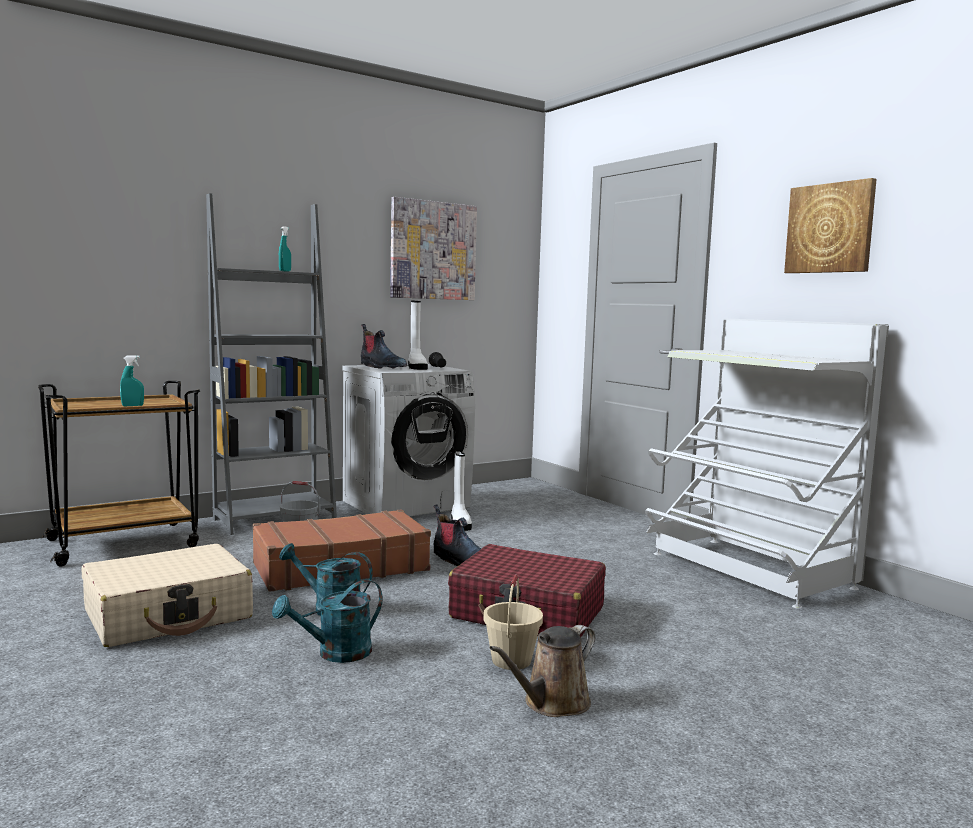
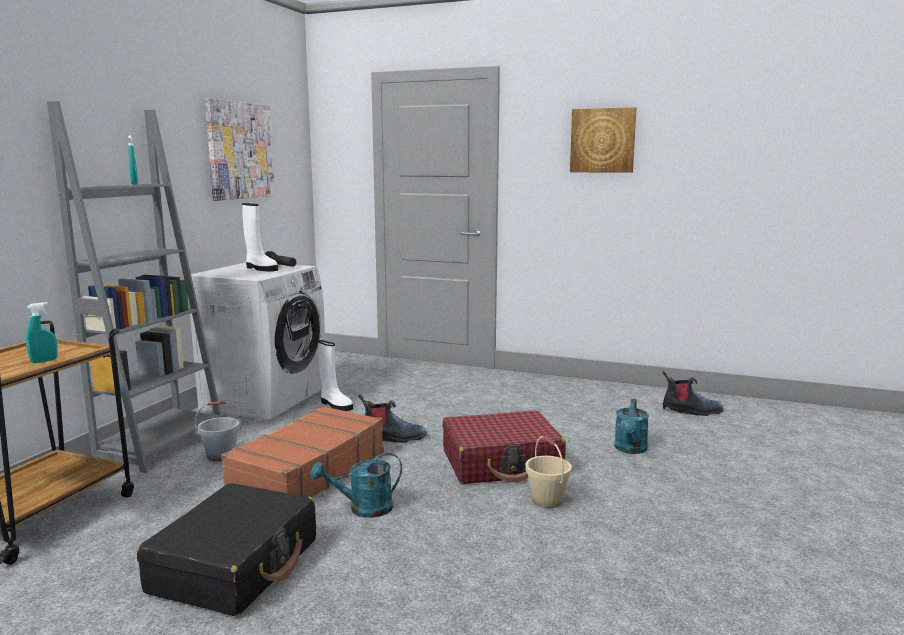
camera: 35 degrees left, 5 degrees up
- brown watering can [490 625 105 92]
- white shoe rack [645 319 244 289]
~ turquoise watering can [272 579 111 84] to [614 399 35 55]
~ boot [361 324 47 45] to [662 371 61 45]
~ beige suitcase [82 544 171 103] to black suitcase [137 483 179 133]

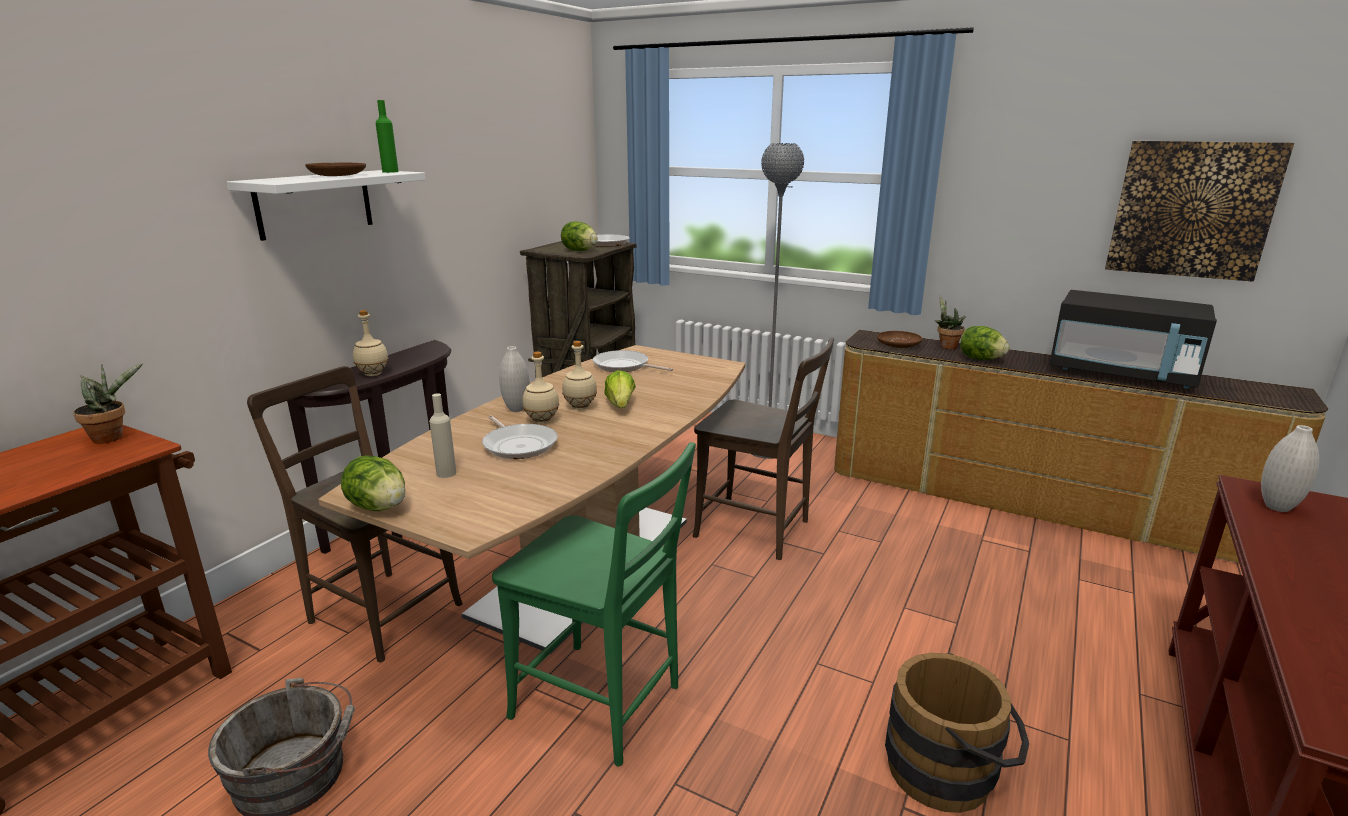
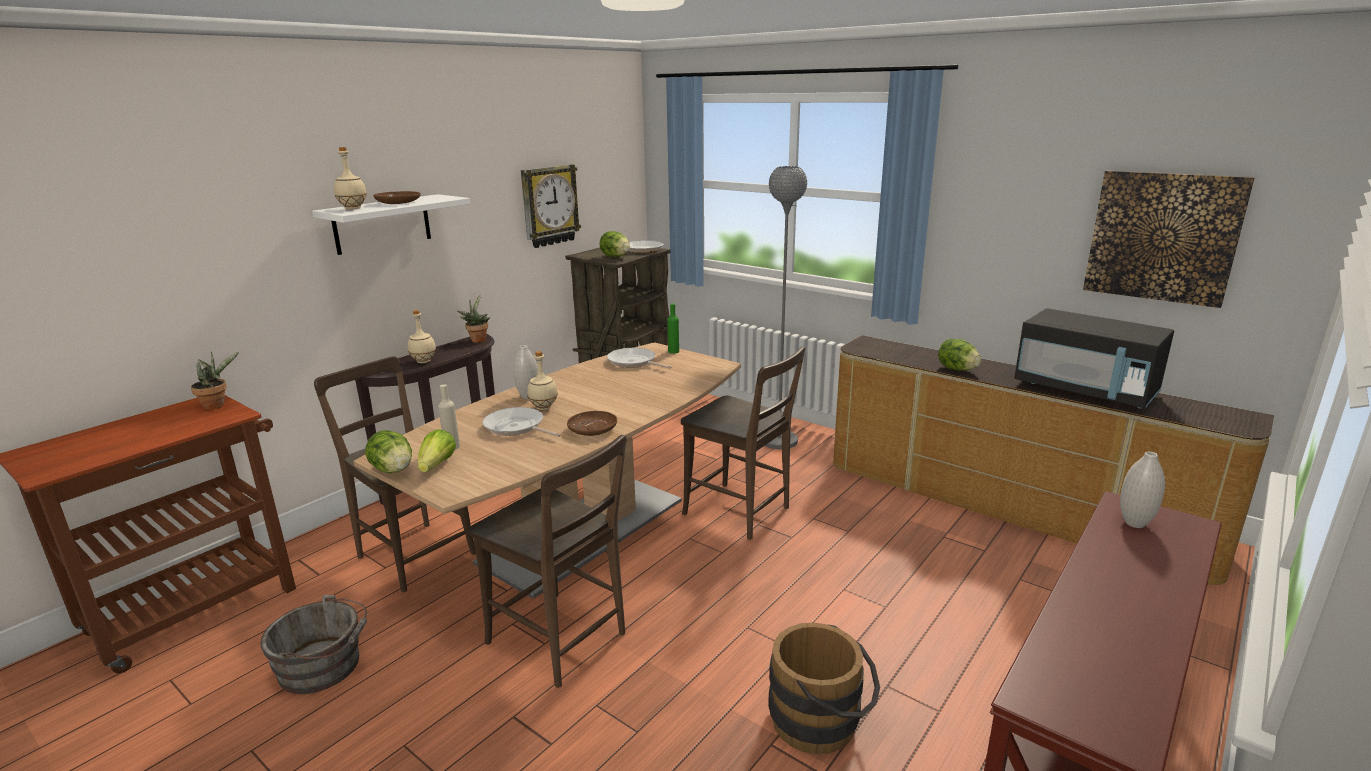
camera: 10 degrees right, 0 degrees up
+ wall clock [521 164 60 84]
~ green bottle [376 100 23 73] to [667 304 12 50]
~ beige bottle [562 341 35 69] to [334 147 33 63]
~ lettuce [604 370 32 38] to [418 429 38 43]
~ brown plate [877 331 45 17] to [567 411 50 25]
~ potted plant [935 295 31 54] to [458 295 32 48]
~ green chair [492 442 204 325] to brown chair [469 435 158 253]
~ frying pan [482 415 76 44] = [483 407 78 30] 150 degrees clockwise

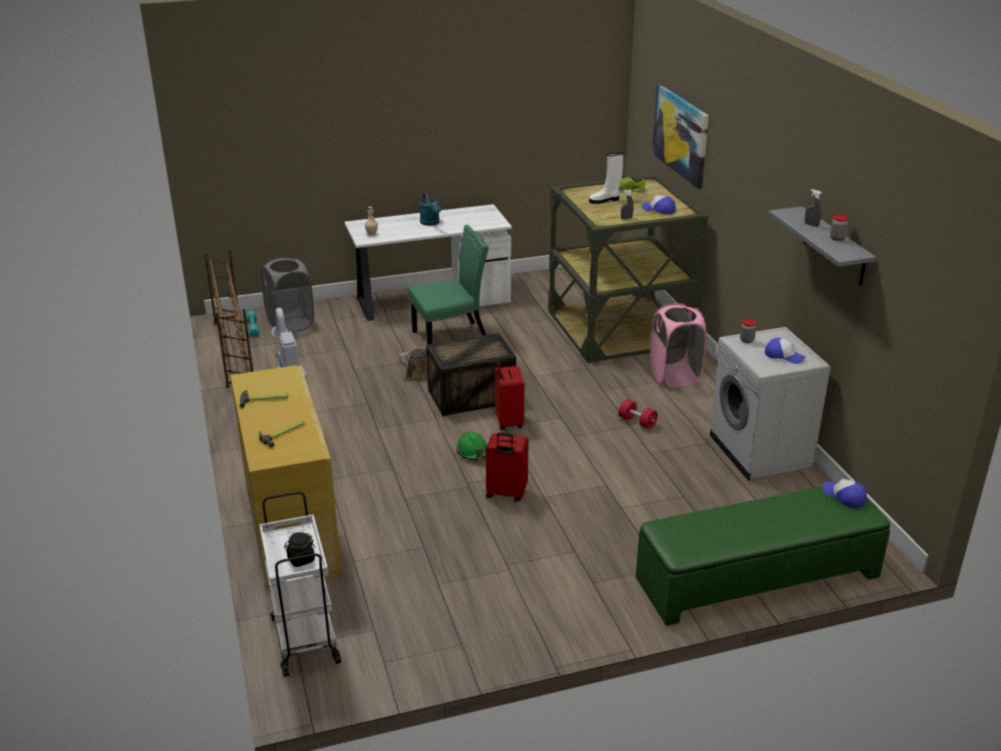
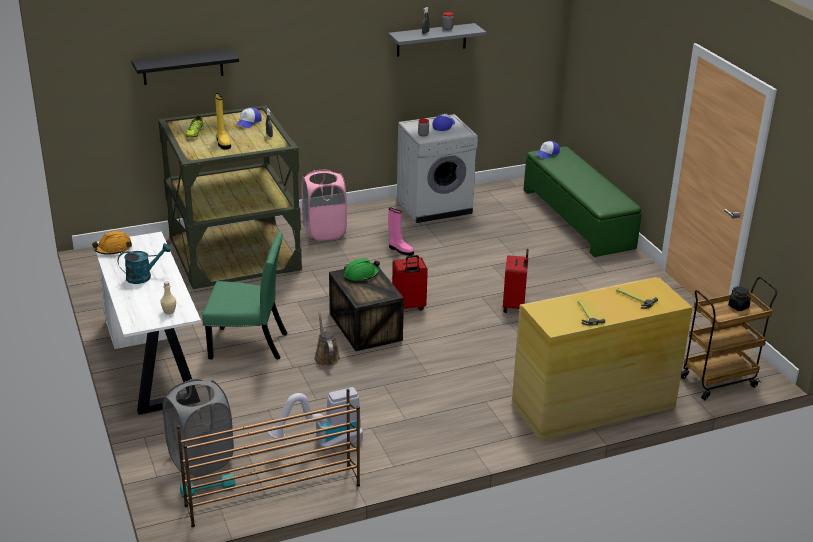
camera: 95 degrees left, 0 degrees up
+ orange hard hat [92 231 40 24]
~ green hard hat [456 432 31 28] to [344 258 36 24]
~ red dumbbell [618 399 40 30] to pink boot [388 208 26 48]
~ picture [652 84 57 105] to black shelf [131 49 108 36]
~ white cart [259 491 82 186] to brown cart [681 277 96 123]
~ white boot [589 152 34 52] to yellow boot [215 93 16 57]
~ green chair [408 225 81 120] = [202 232 85 128] 120 degrees clockwise

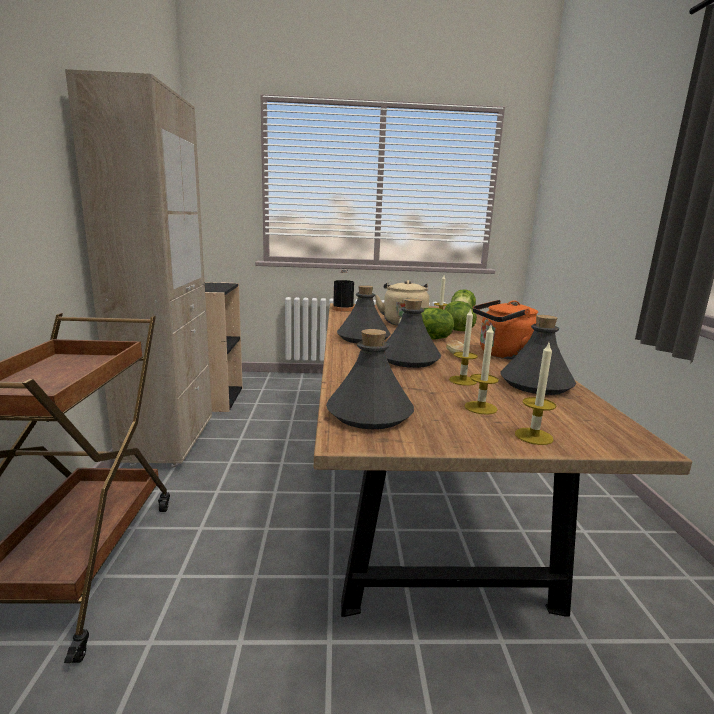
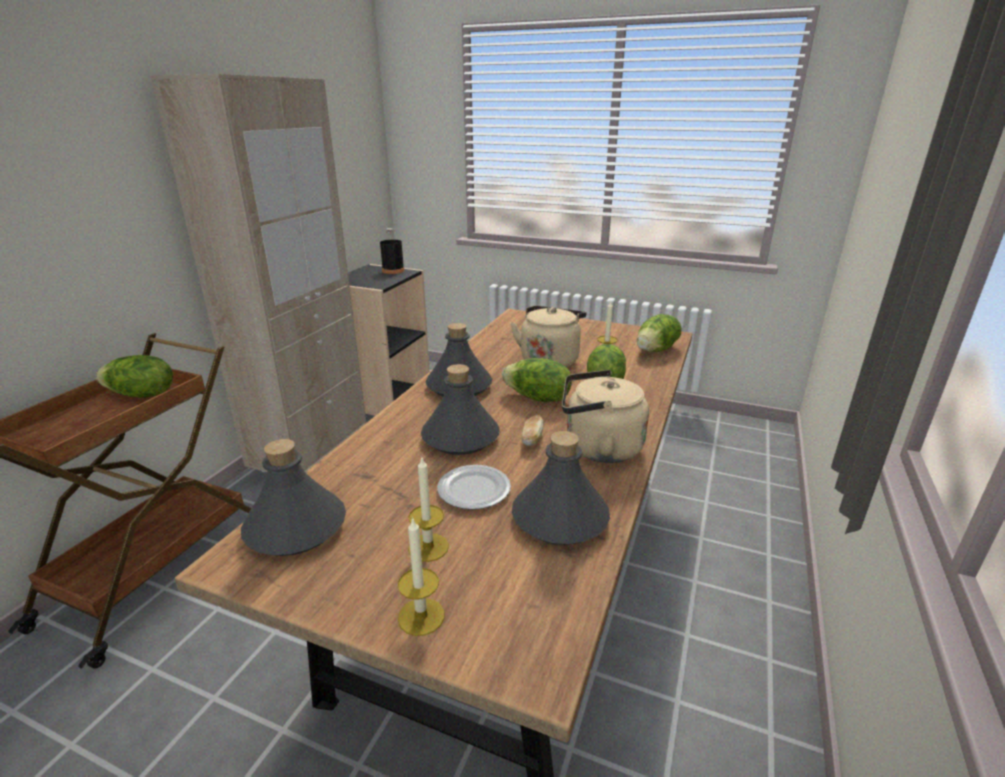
camera: 25 degrees right, 10 degrees up
+ lettuce [96 355 77 43]
~ black bottle [333 269 21 43] to [380 228 24 46]
~ candle [449 308 29 78] to plate [437 465 74 45]
~ orange kettle [473 300 65 60] to beige kettle [562 370 87 93]

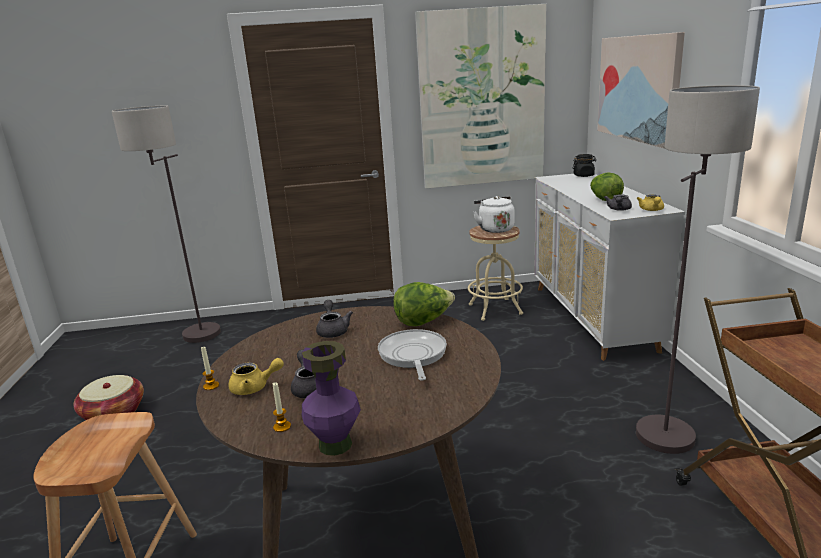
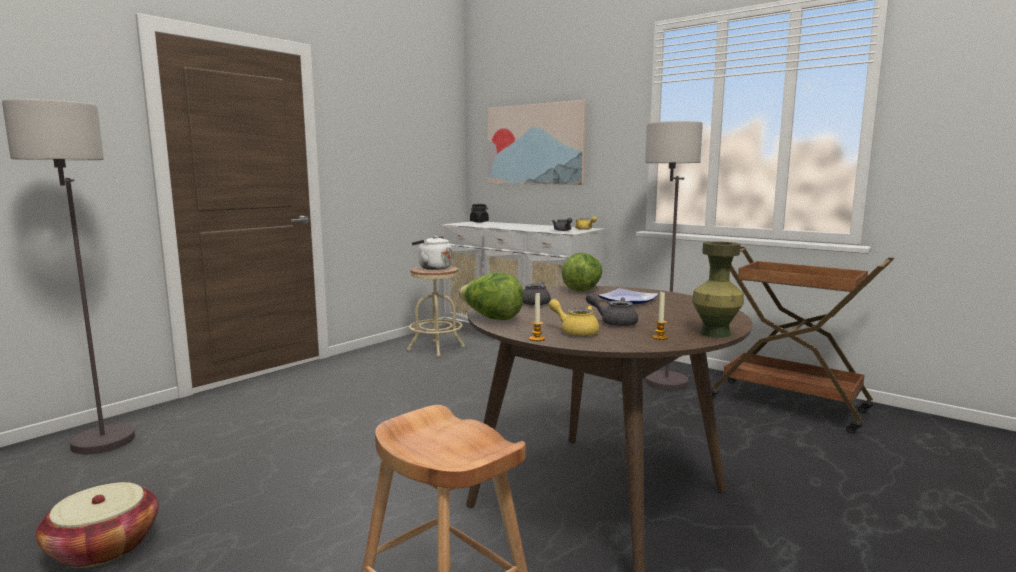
camera: 45 degrees left, 10 degrees down
- picture [415 4 131 185]
~ lettuce [590 173 34 28] to [459 272 65 48]
~ frying pan [378 329 69 52] to plate [598 288 61 16]
~ purple vase [302 341 59 115] to green vase [692 241 52 97]
~ yellow teapot [228 358 56 37] = [548 299 51 37] 90 degrees counterclockwise

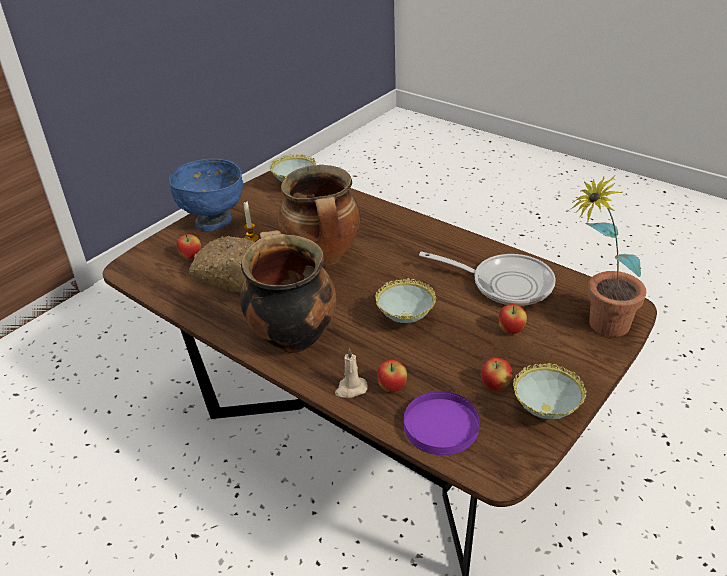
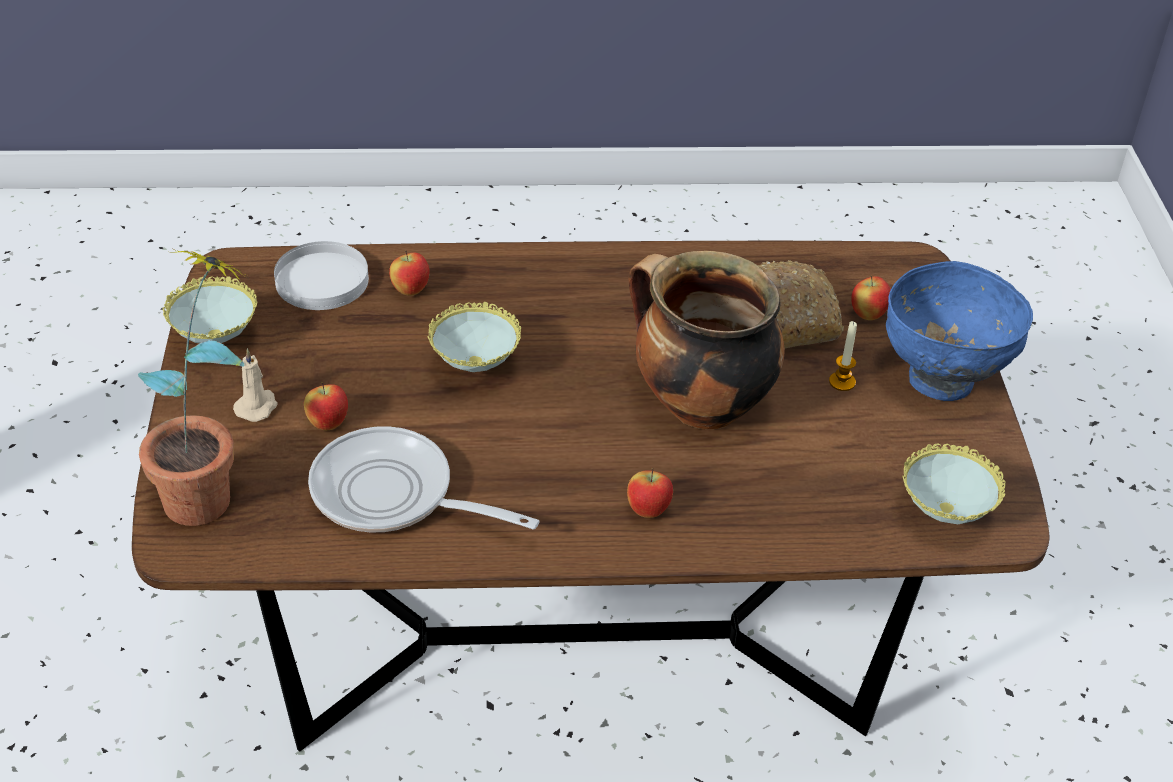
camera: 135 degrees right, 5 degrees up
- cooking pot [240 230 96 123]
~ beige candle [335 348 33 50] to [233 348 45 74]
~ apple [481 358 31 33] to [627 468 46 50]
~ purple plate [404 391 75 64] to white plate [274 241 95 69]
~ frying pan [419 251 137 55] = [308 426 232 106] 45 degrees clockwise

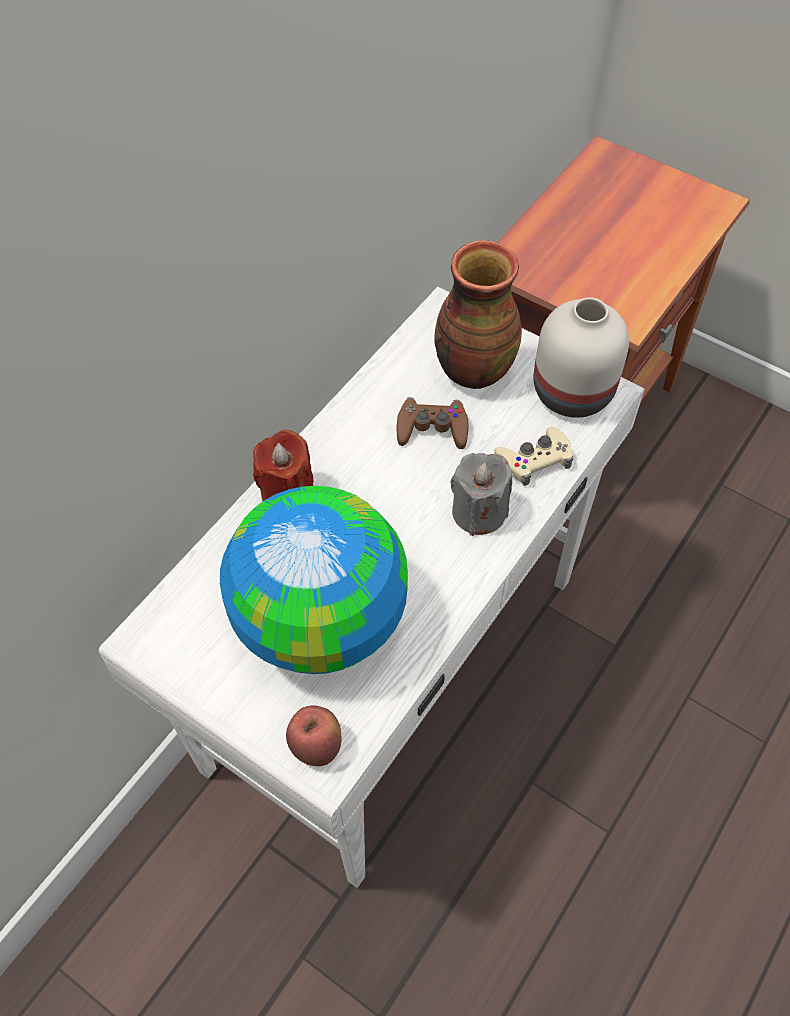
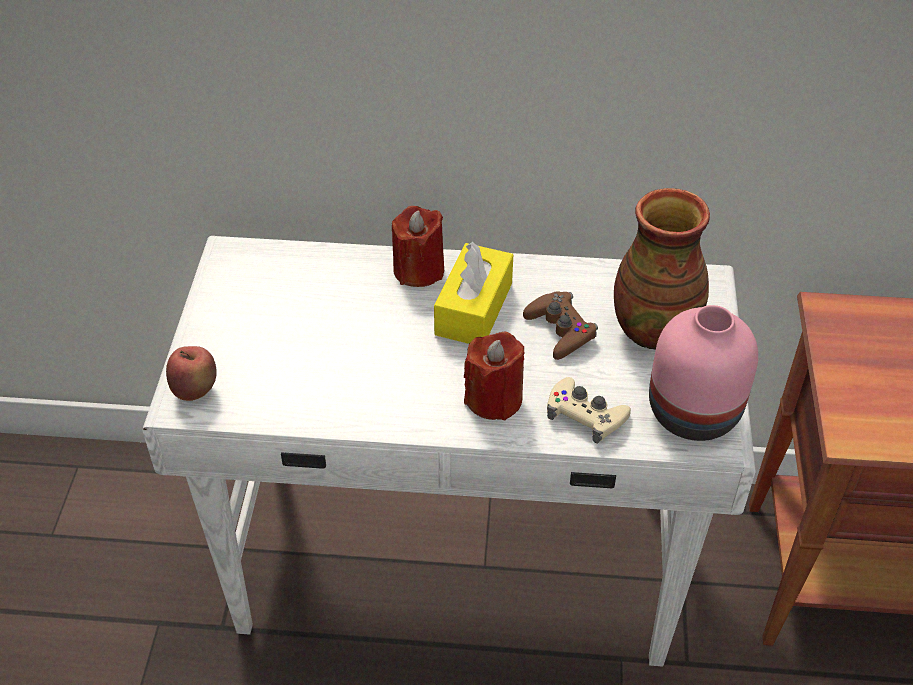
camera: 60 degrees right, 10 degrees down
- globe [220 486 188 188]
+ yellow tissue box [434 241 79 103]
~ grey candle [450 453 62 83] to red candle [464 331 60 89]
~ white vase [534 297 95 121] to pink vase [649 305 109 136]

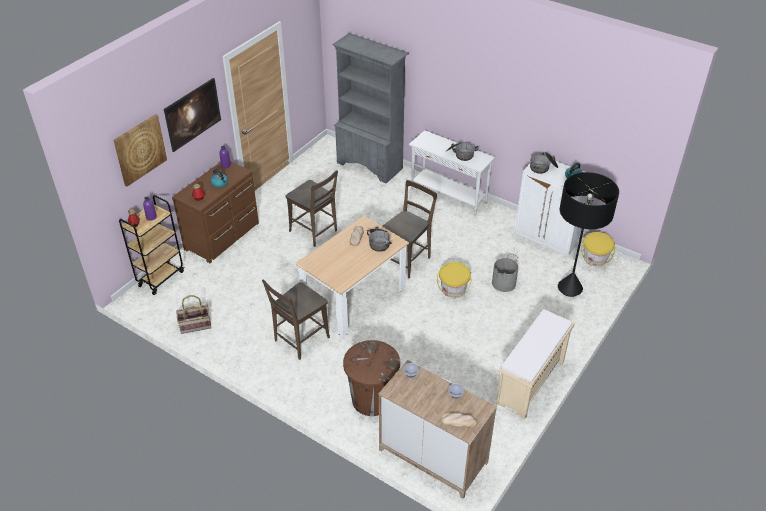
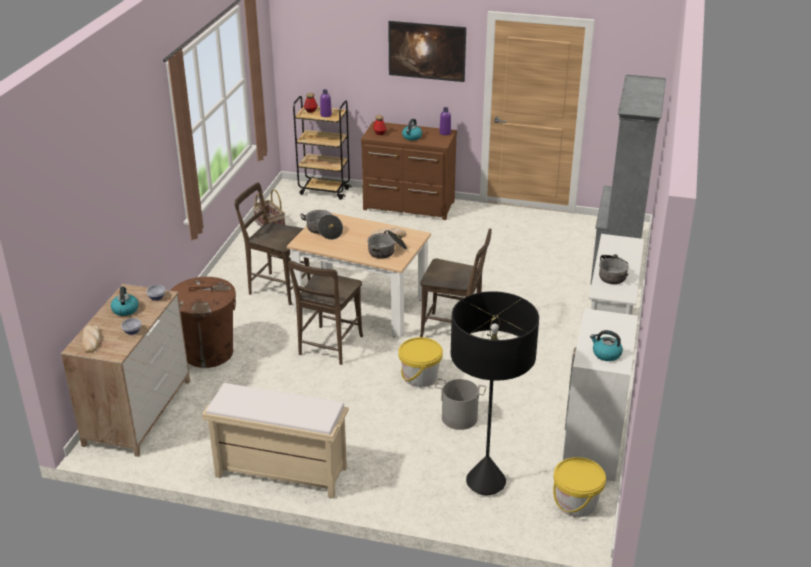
camera: 70 degrees right, 10 degrees down
- picture [113 114 54 73]
+ kettle [111 286 28 30]
~ brown chair [286 170 52 77] to [288 260 75 105]
~ cooking pot [530 152 28 22] to [300 210 43 30]

